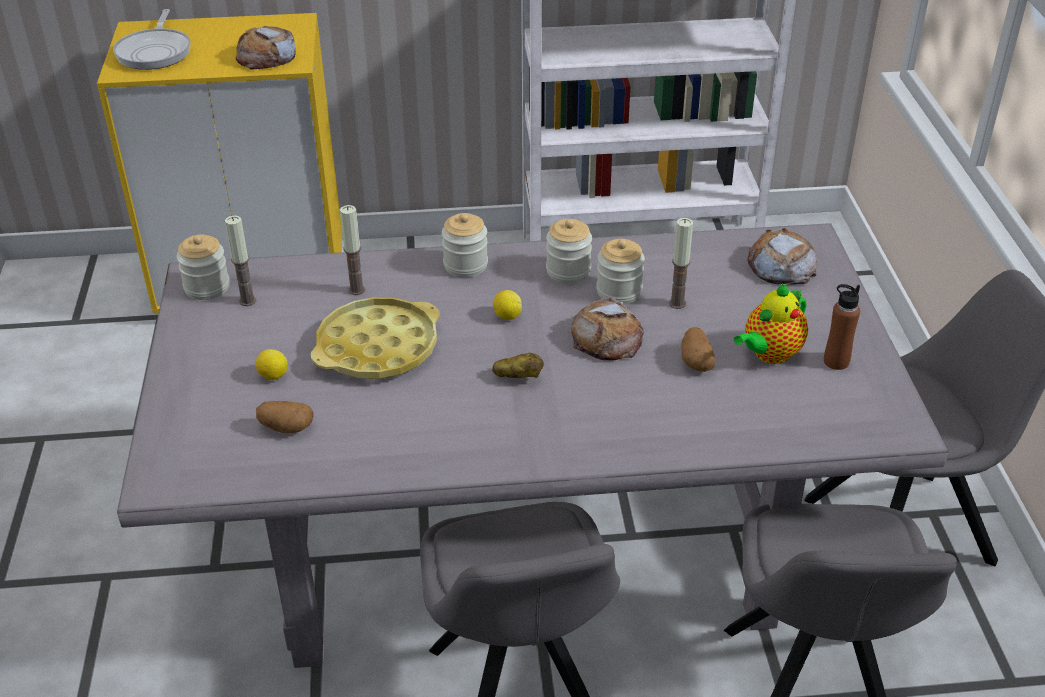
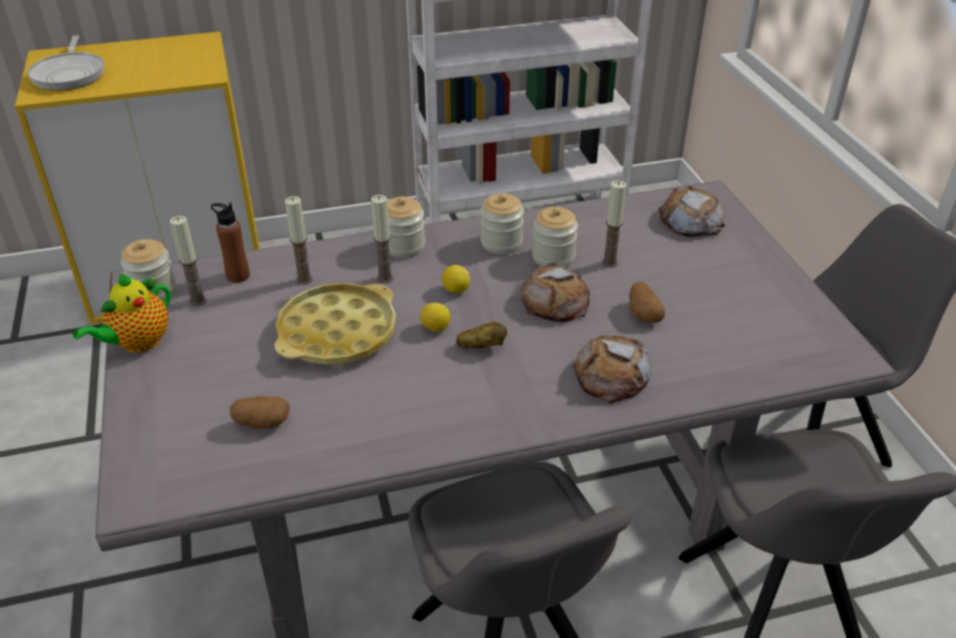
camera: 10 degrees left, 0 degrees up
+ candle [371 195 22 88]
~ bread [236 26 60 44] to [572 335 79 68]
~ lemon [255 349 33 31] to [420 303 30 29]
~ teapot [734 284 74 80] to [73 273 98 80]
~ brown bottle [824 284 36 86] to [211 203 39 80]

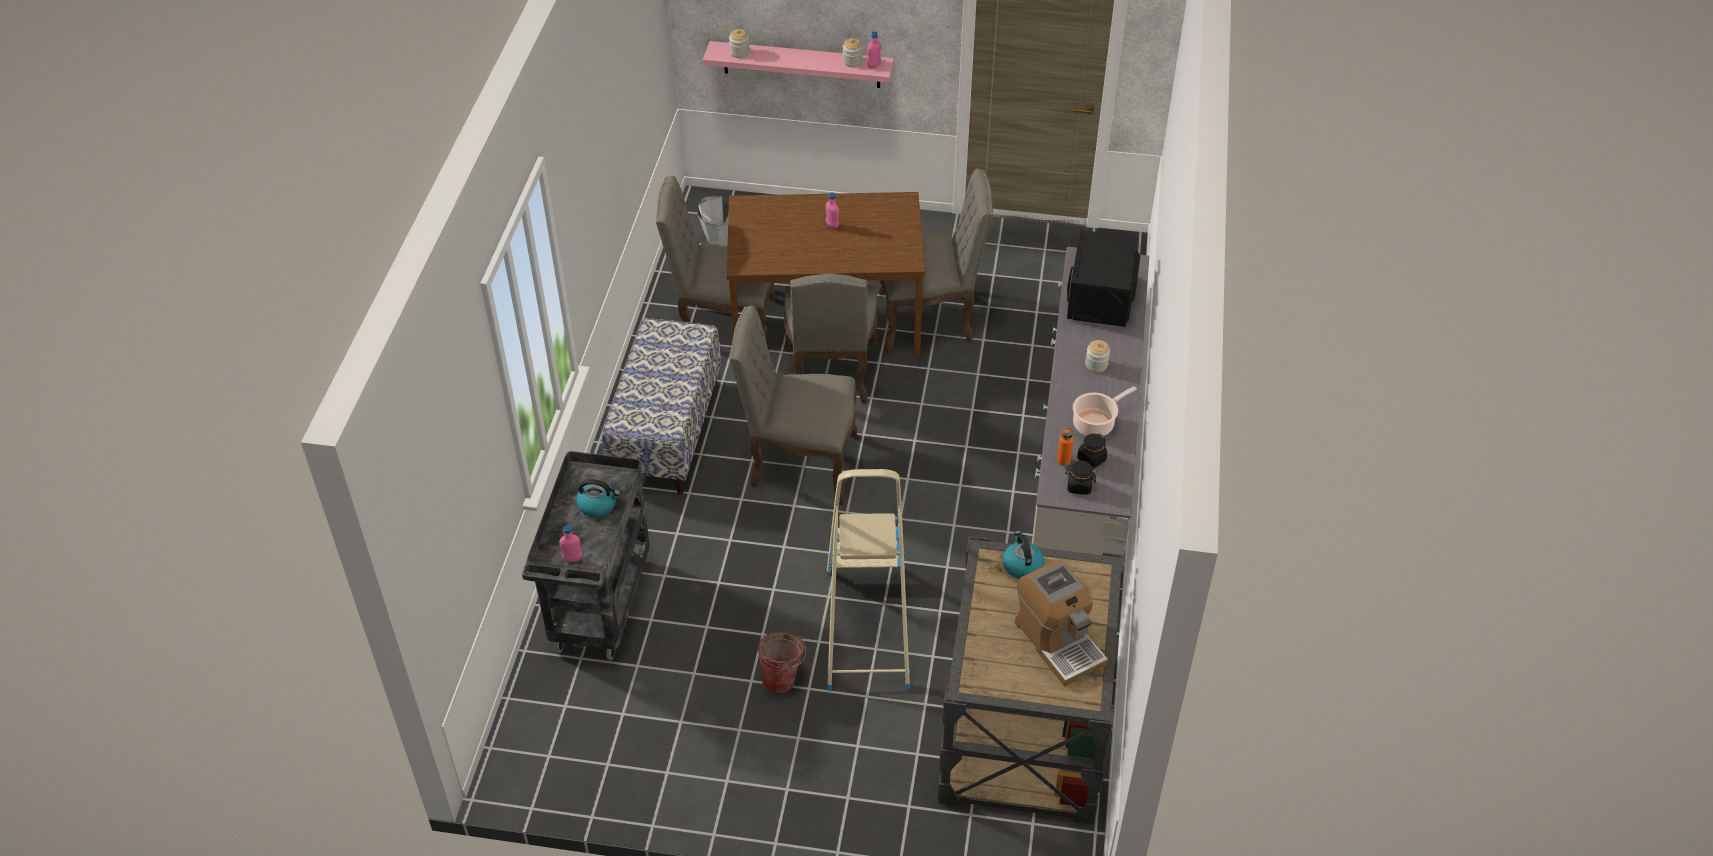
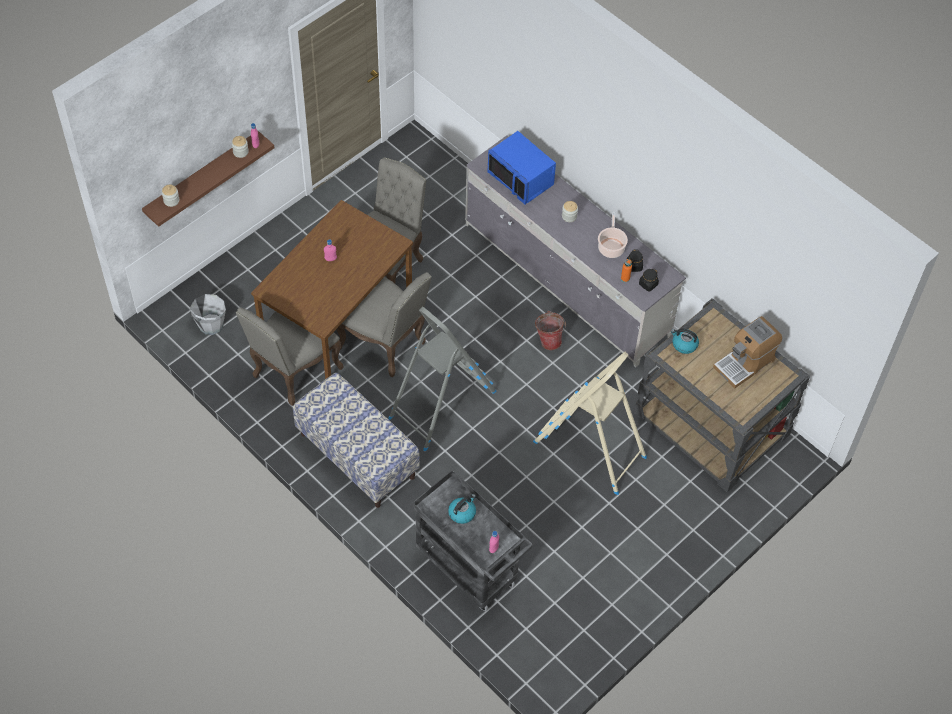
camera: 55 degrees left, 10 degrees up
~ bucket [757 632 49 61] to [535 311 31 39]
~ grey chair [730 306 127 199] to grey step ladder [388 307 108 144]
~ pink shelf [703 41 191 47] to brown shelf [142 131 132 96]
~ black microwave [1067 230 73 97] to blue microwave [487 131 69 73]
~ coffee machine [1015 559 93 127] = [713 316 69 73] 135 degrees clockwise

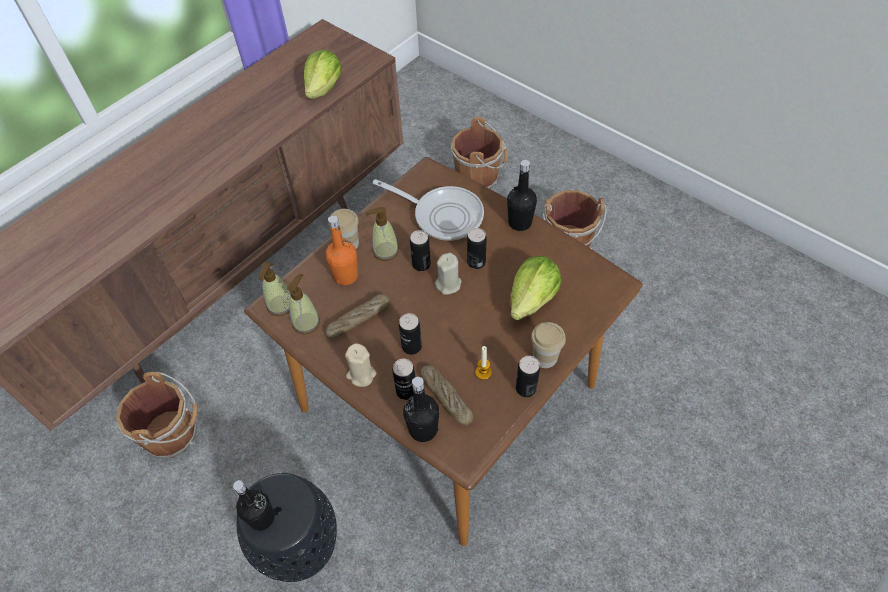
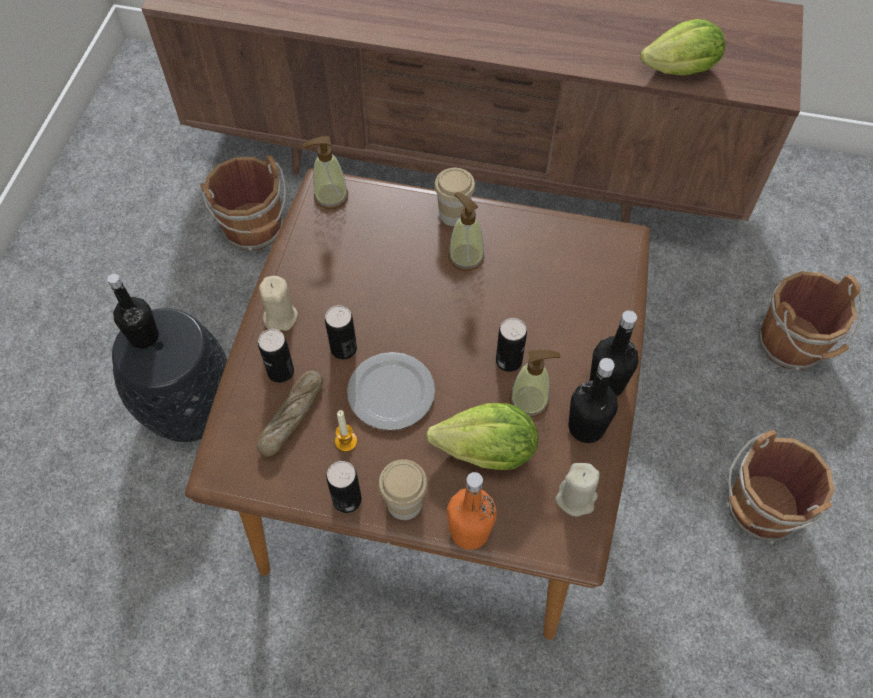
camera: 60 degrees right, 5 degrees up
- bread [325 294 65 45]
- frying pan [373 179 111 62]
- can [410 230 21 41]
+ plate [347 352 88 78]
~ soap dispenser [287 274 33 60] to [510 350 50 68]
~ orange bottle [325 215 33 70] to [447 472 50 78]
~ black bottle [403 377 36 65] to [568 358 50 85]
~ beige candle [435 253 27 42] to [555 463 45 54]

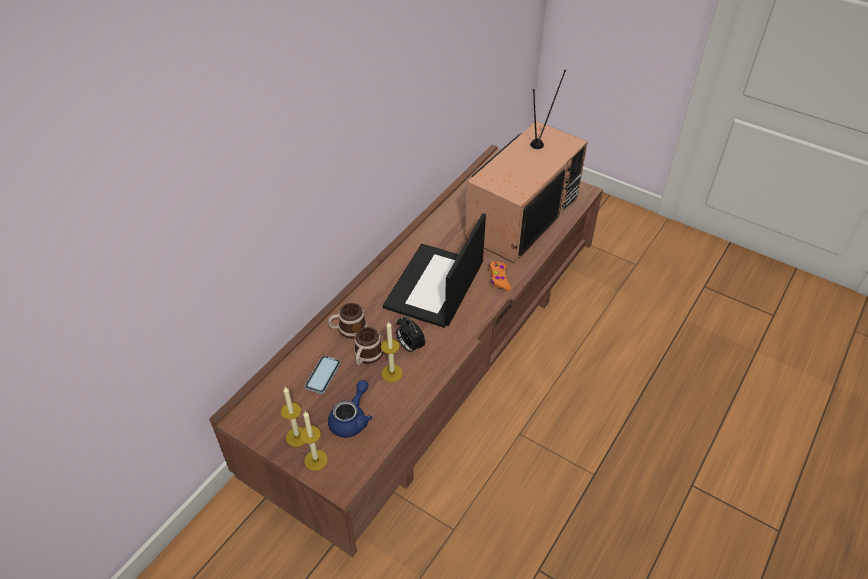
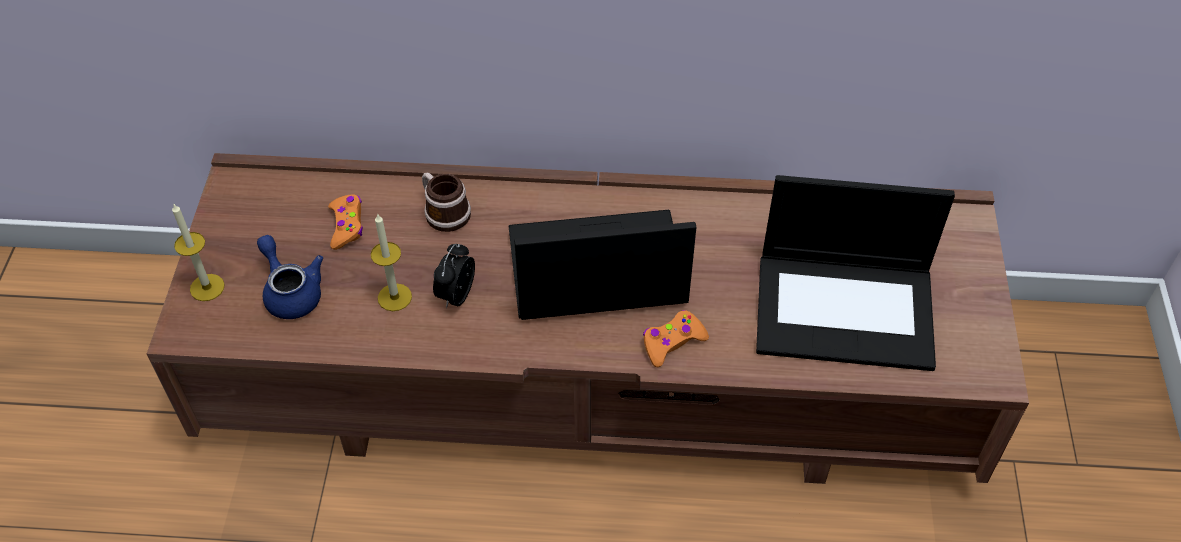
camera: 60 degrees right, 5 degrees up
- candle [281 387 24 60]
- mug [354 327 29 38]
~ phone [305 356 36 38] to orange game controller [328 194 35 56]
~ television [465 70 123 194] to laptop [756 175 199 196]
~ blue teapot [328 380 44 58] = [257 235 66 84] 120 degrees counterclockwise

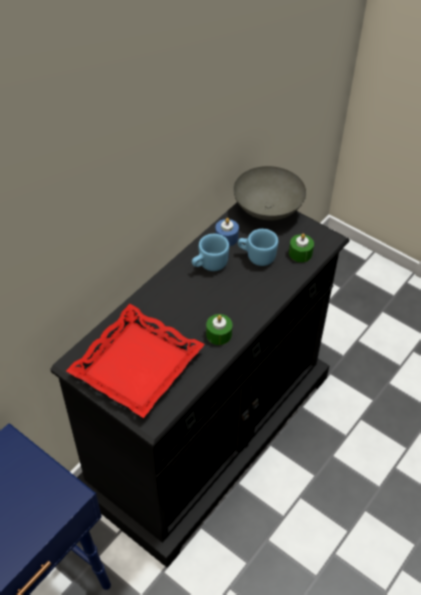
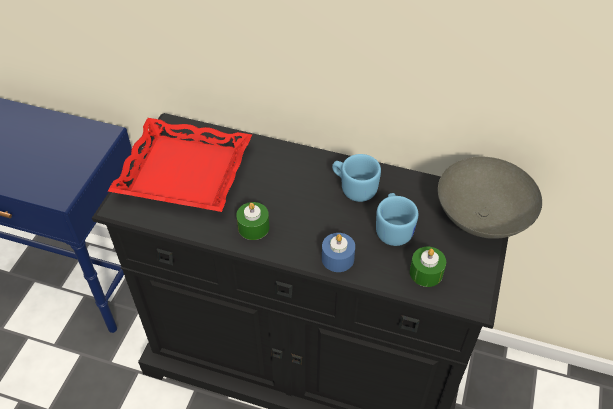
camera: 70 degrees right, 0 degrees up
~ blue candle [215 218 24 28] to [322 233 33 39]

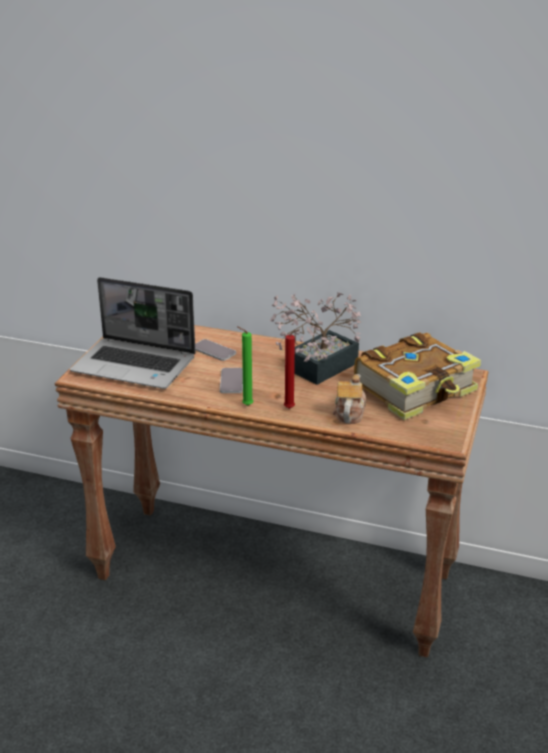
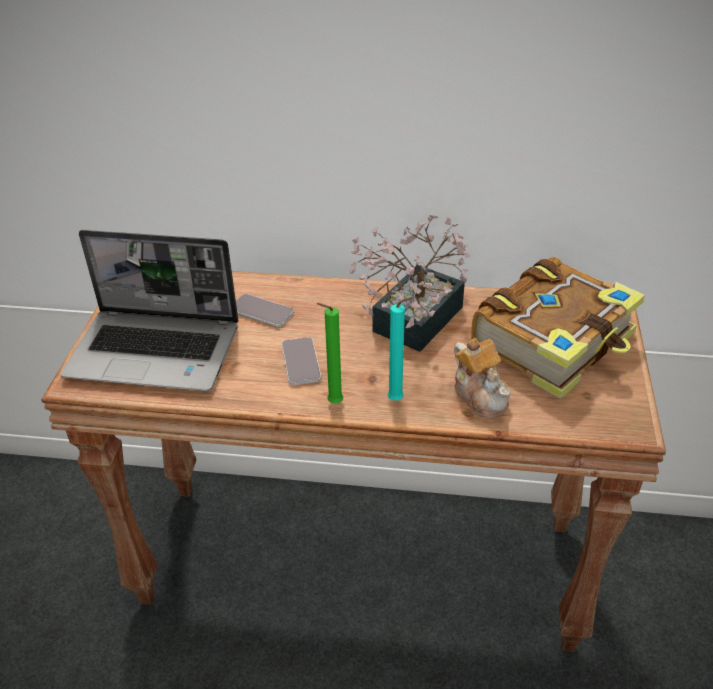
camera: 10 degrees left, 10 degrees up
~ red candle [284 329 16 80] to turquoise candle [388 297 25 103]
~ teapot [333 374 33 50] = [454 338 57 81] 150 degrees clockwise

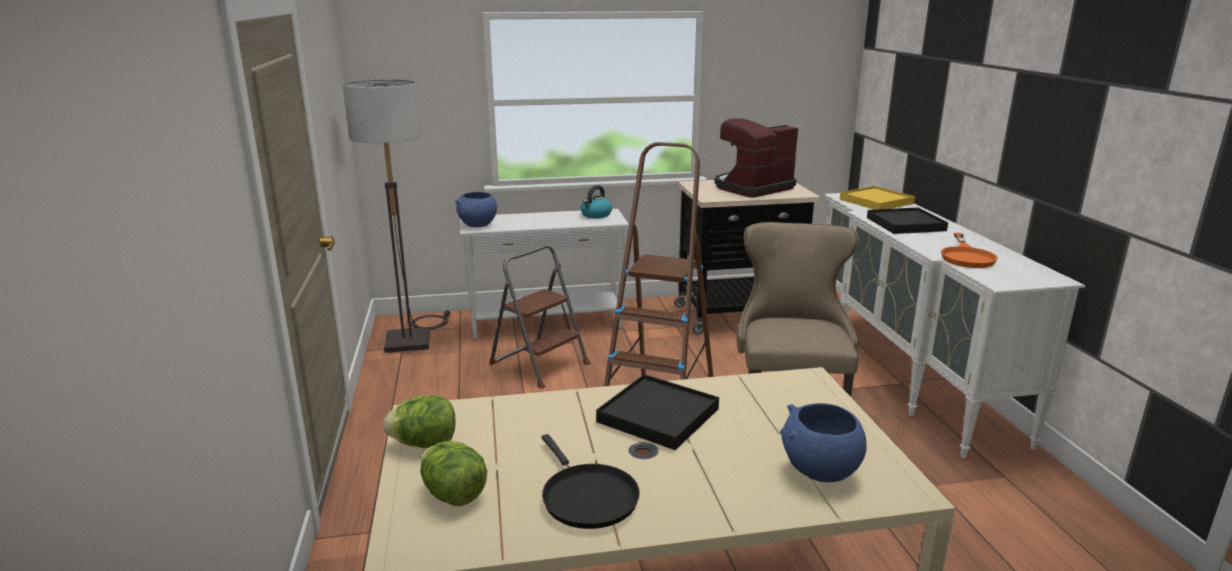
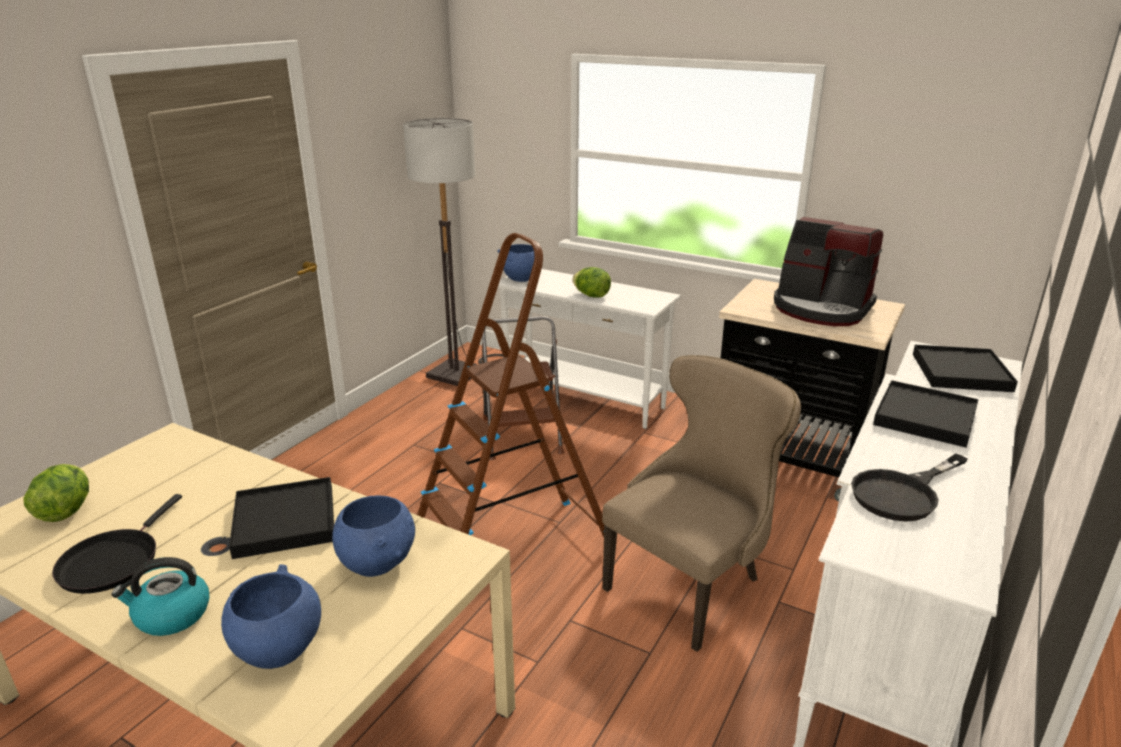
camera: 40 degrees right, 5 degrees up
+ blue bowl [332 495 83 82]
~ lettuce [383 395 72 53] to [572 267 39 30]
~ kettle [580 185 32 33] to [111 557 98 79]
~ yellow tray [840 186 75 24] to black tray [913 345 105 47]
~ orange frying pan [941 233 57 35] to black frying pan [851 454 117 68]
~ coffee machine [714 118 84 80] = [774 217 109 109] 150 degrees counterclockwise

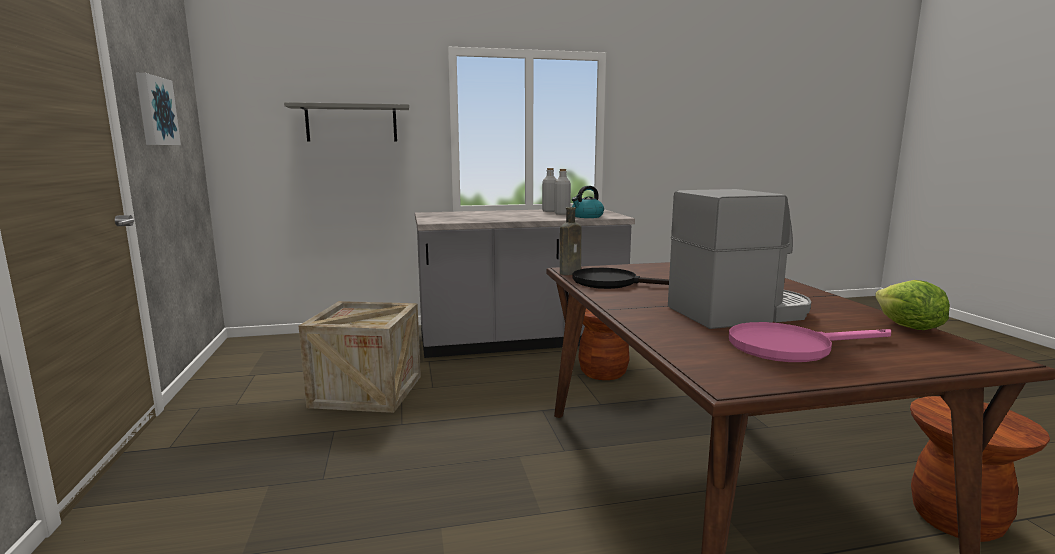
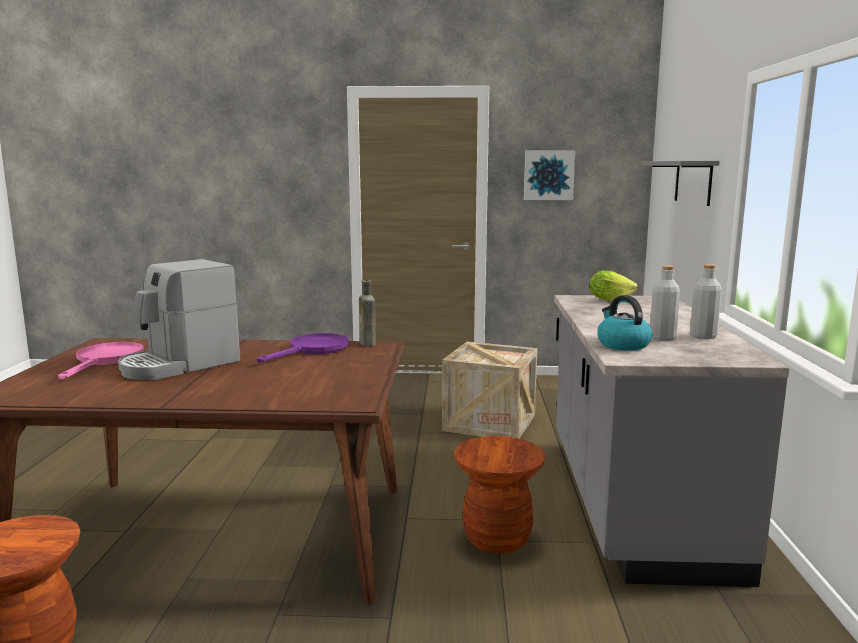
camera: 105 degrees right, 0 degrees up
~ lettuce [875 280 75 50] to [589 270 49 31]
~ black frying pan [572 268 97 21] to purple frying pan [257 333 92 30]
~ coffee machine [668 189 143 140] = [118 259 122 121] 45 degrees clockwise

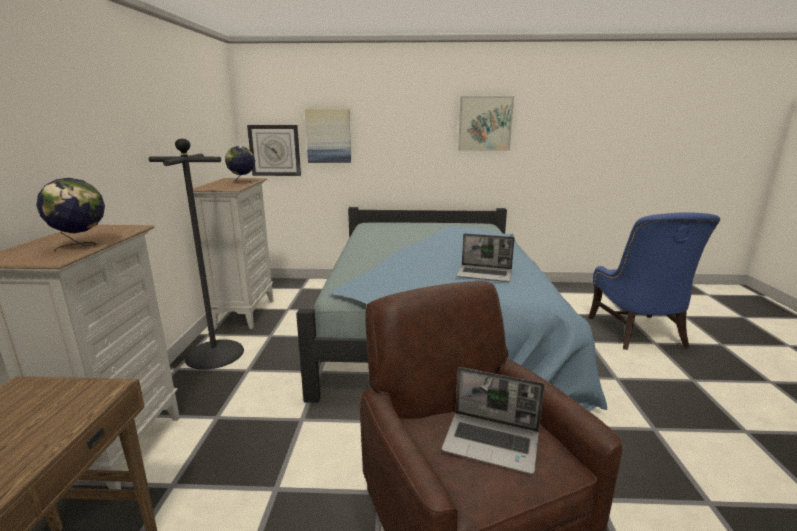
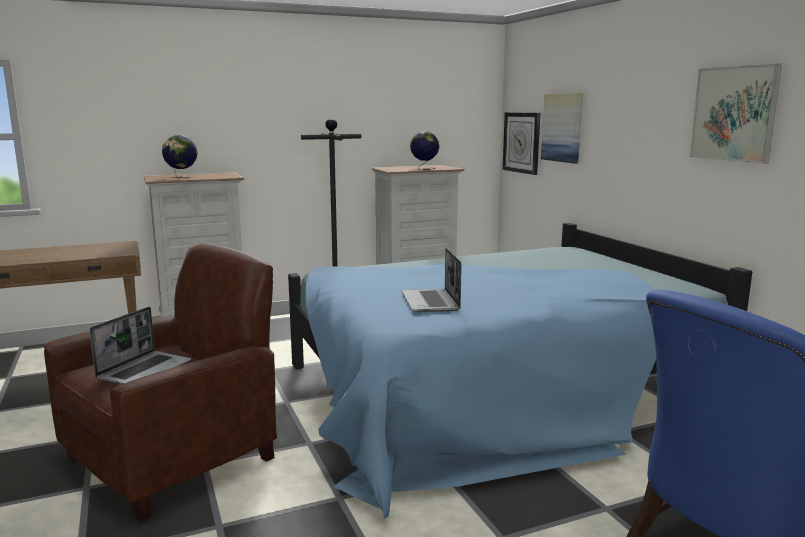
camera: 65 degrees right, 5 degrees down
~ laptop [442 367 103 107] = [90 307 101 78] 150 degrees counterclockwise

